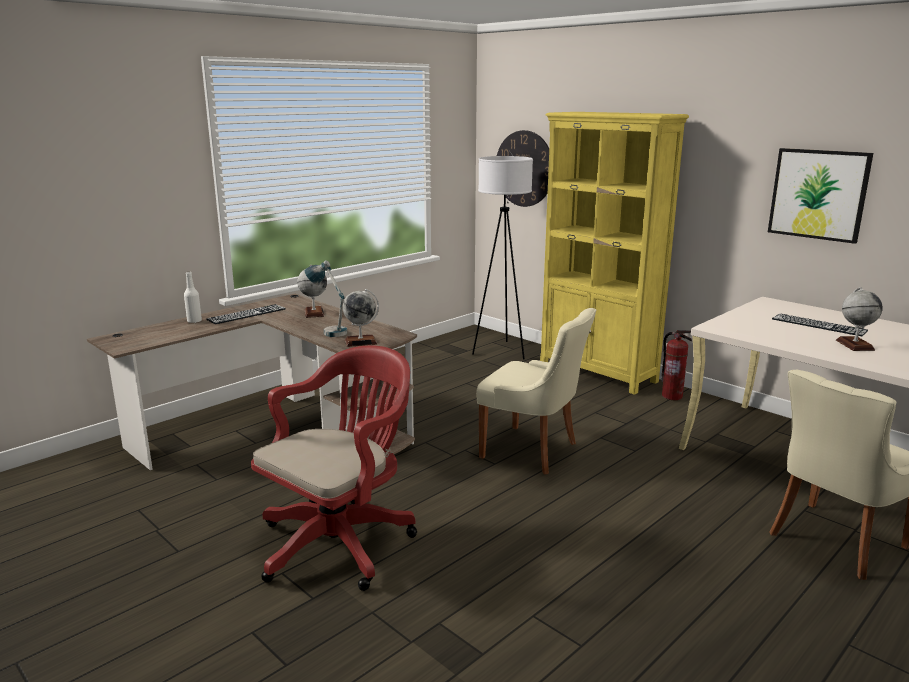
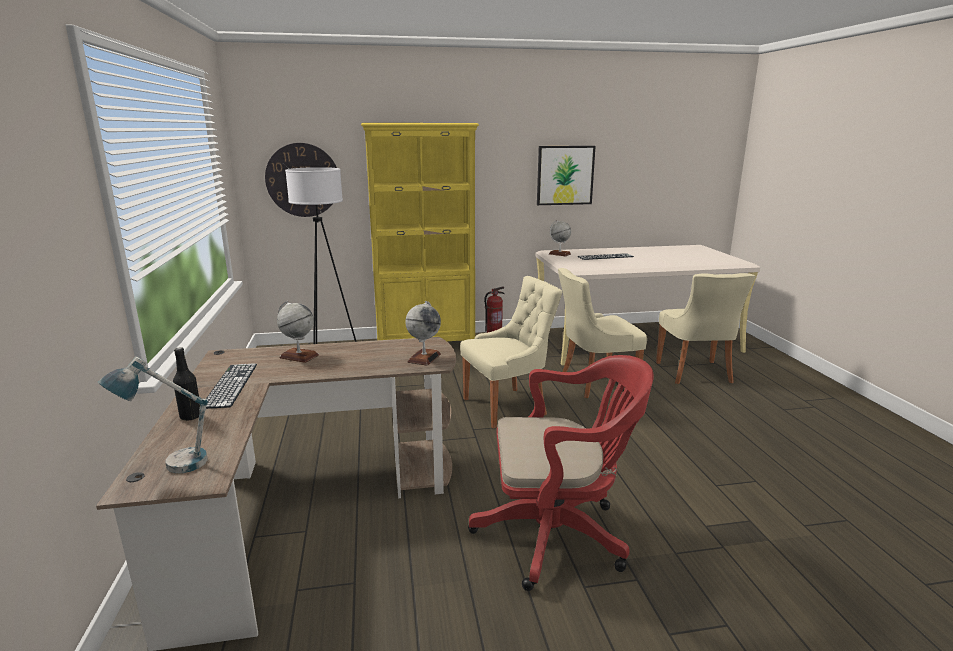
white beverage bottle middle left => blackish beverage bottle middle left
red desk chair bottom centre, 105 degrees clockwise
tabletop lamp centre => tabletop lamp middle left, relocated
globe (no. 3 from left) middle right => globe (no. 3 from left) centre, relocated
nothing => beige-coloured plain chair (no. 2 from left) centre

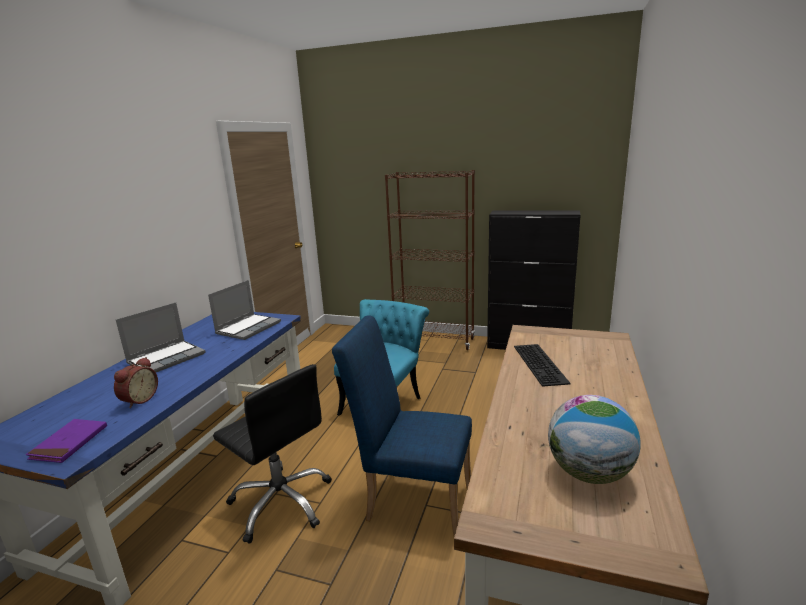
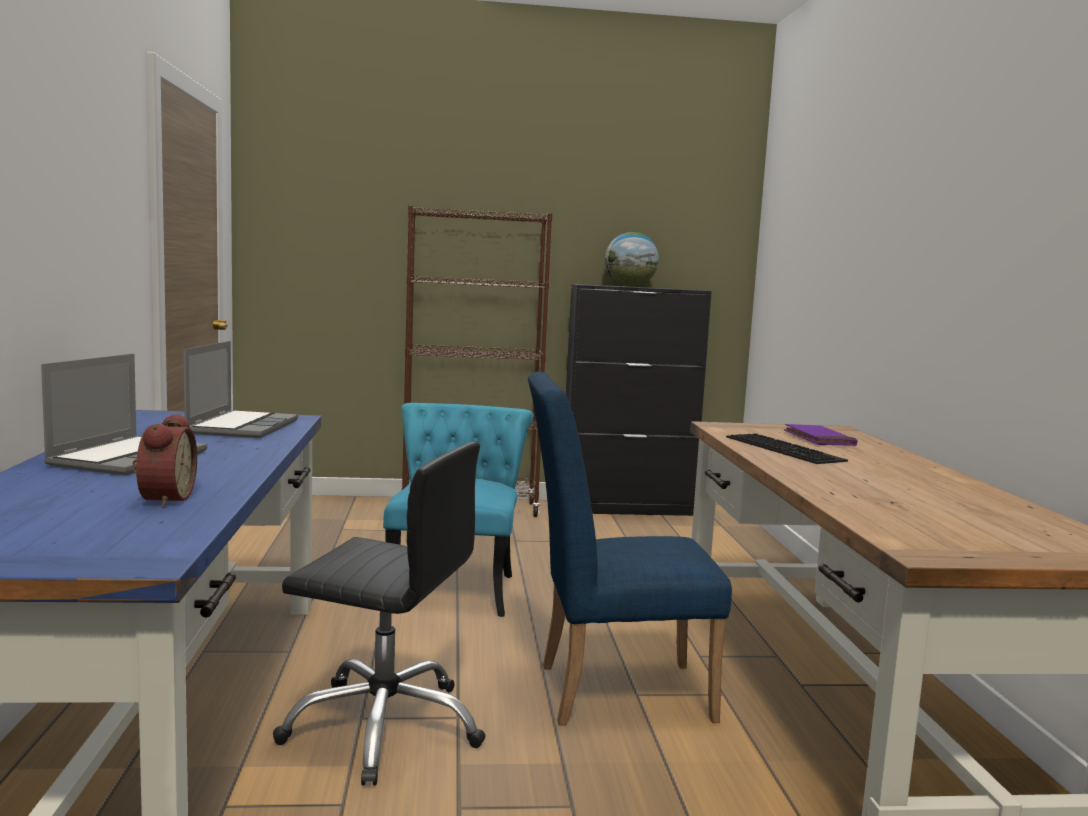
purple-coloured bound book bottom left => purple-coloured bound book middle right, relocated
globe bottom right => globe top centre, relocated

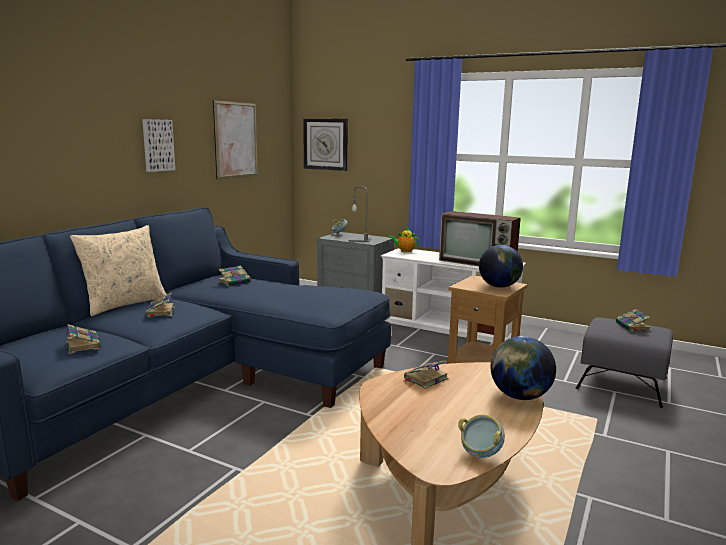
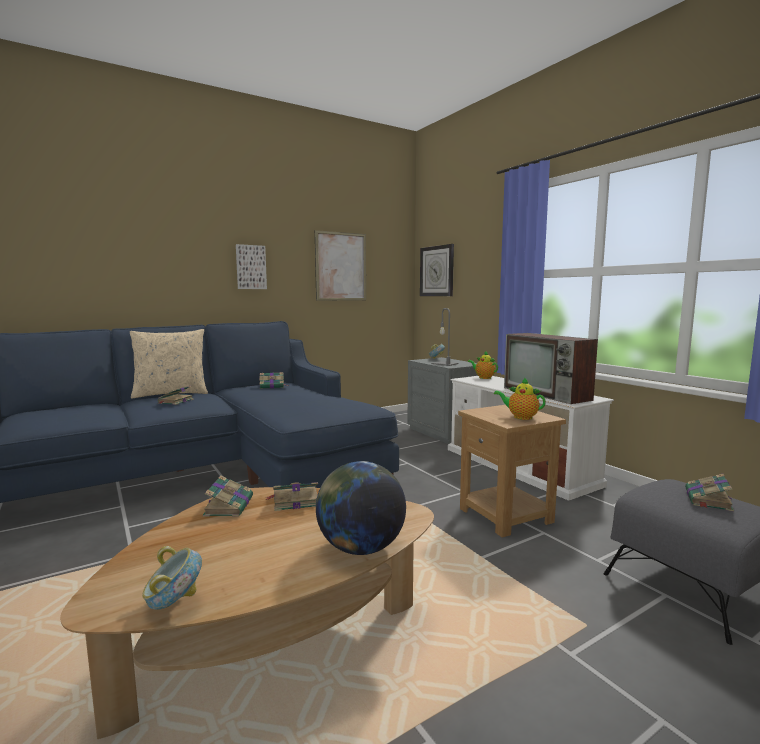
bound book (no. 1 from left in the first image) middle left => bound book (no. 2 from left) bottom left, relocated
globe (no. 1 from left) middle right => pot for tea (no. 2 from left) middle right

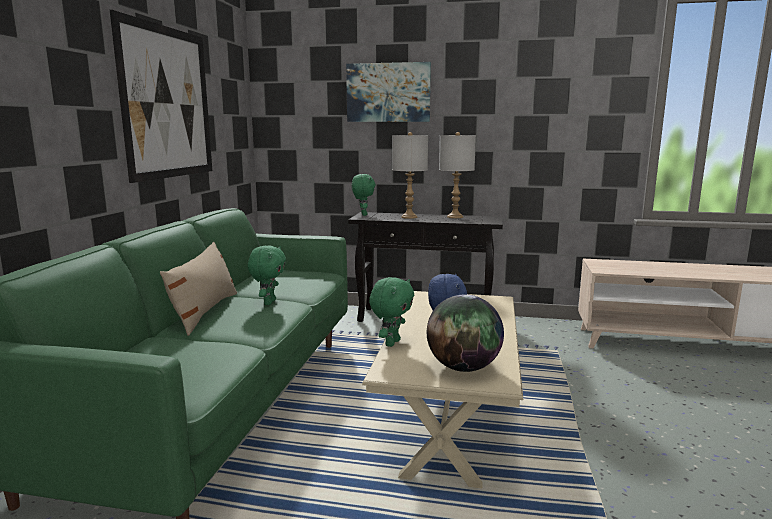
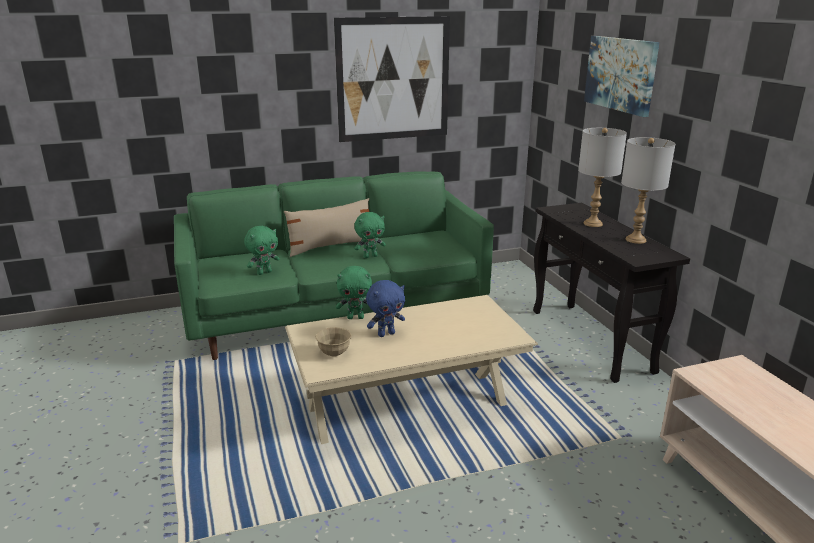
greenish soft toy (no. 2 from left in the first image) centre => greenish soft toy (no. 1 from left) middle left, relocated
globe centre => beige-coloured bowl centre

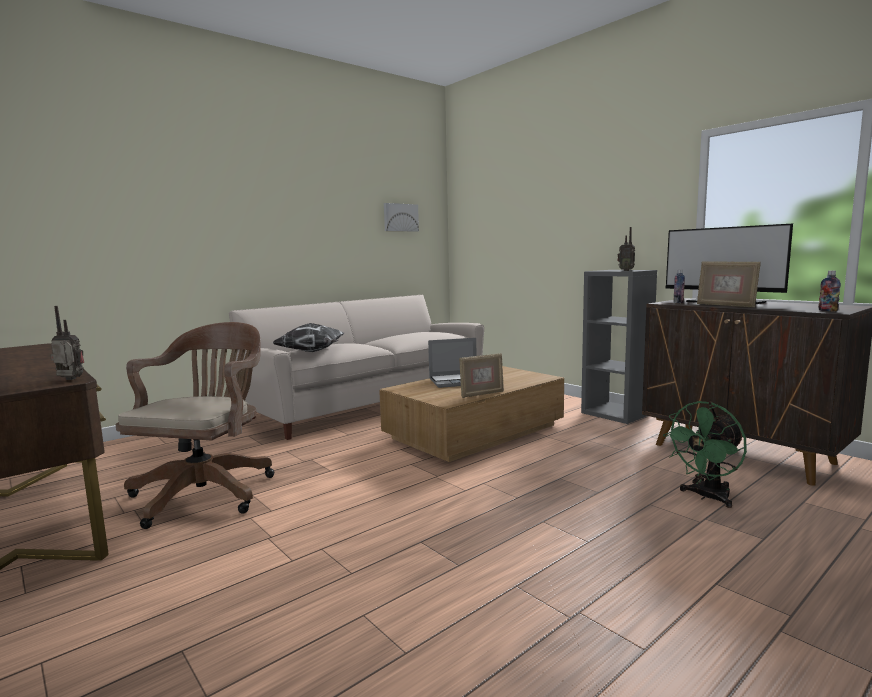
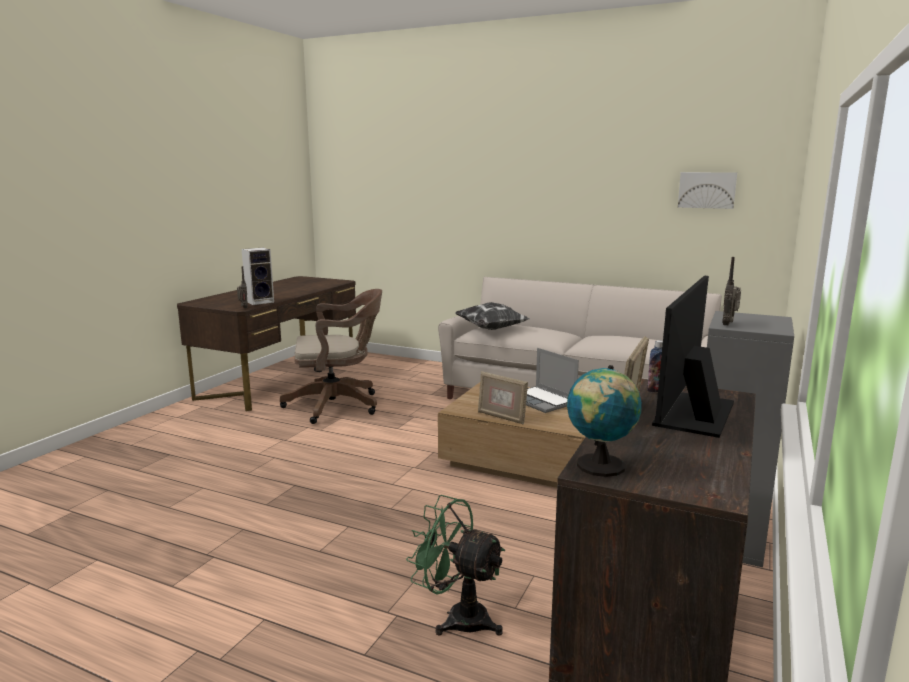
beverage bottle (no. 2 from left) middle right => globe centre
nothing => loudspeaker middle left

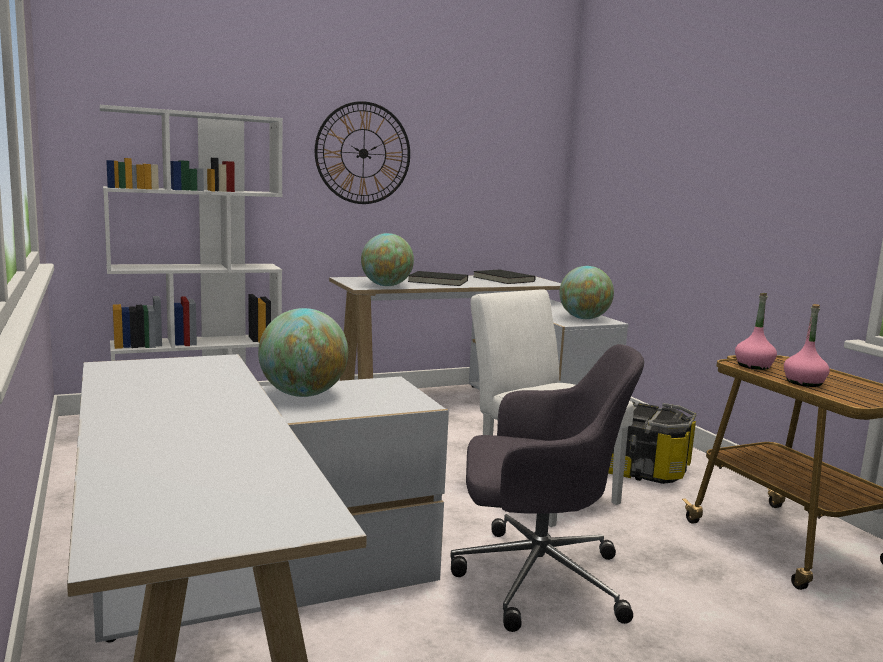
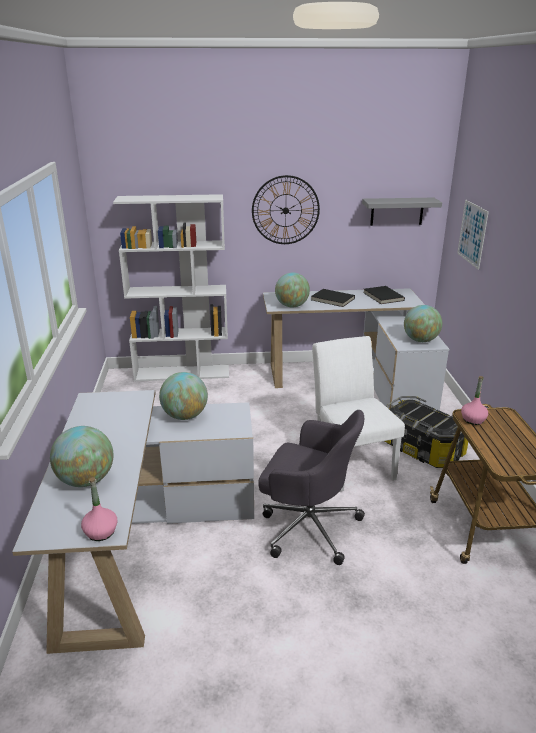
pink beverage bottle (no. 2 from left in the first image) middle right => pink beverage bottle (no. 1 from left) bottom left, relocated
nothing => globe (no. 1 from left) middle left
nothing => gray wall shelf top right
nothing => picture top right

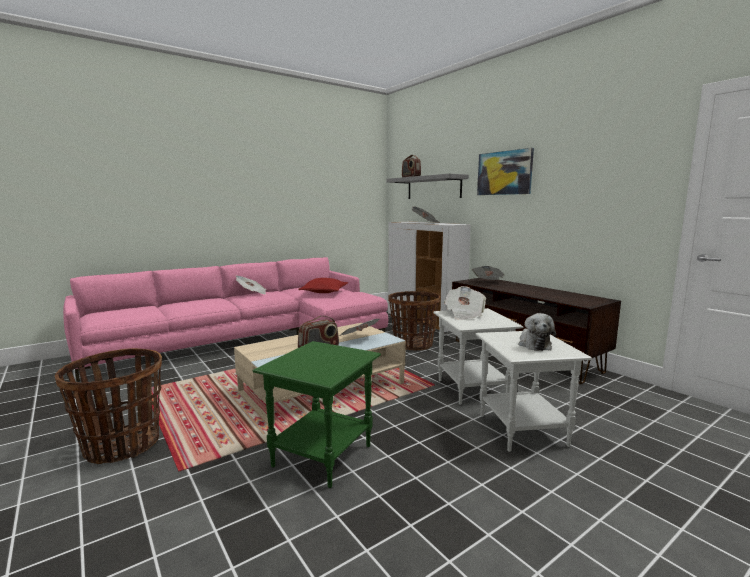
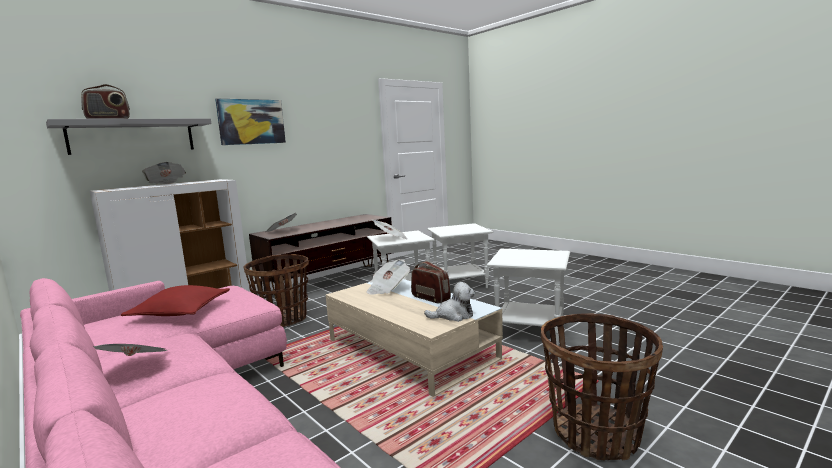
greenish accent table bottom centre => white accent table (no. 3 from left) centre
soft toy middle right => soft toy centre, relocated

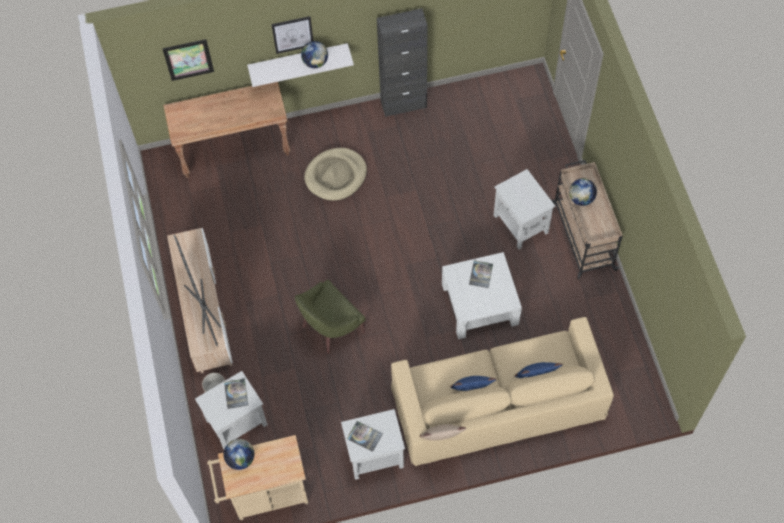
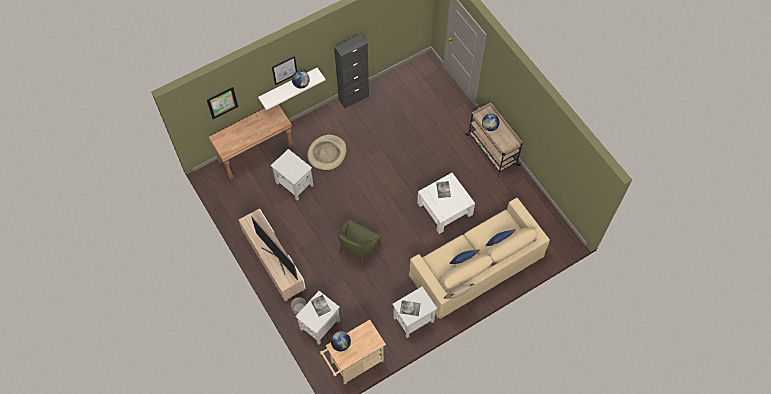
white accent table (no. 3 from left in the first image) middle right => white accent table (no. 1 from left) centre, relocated

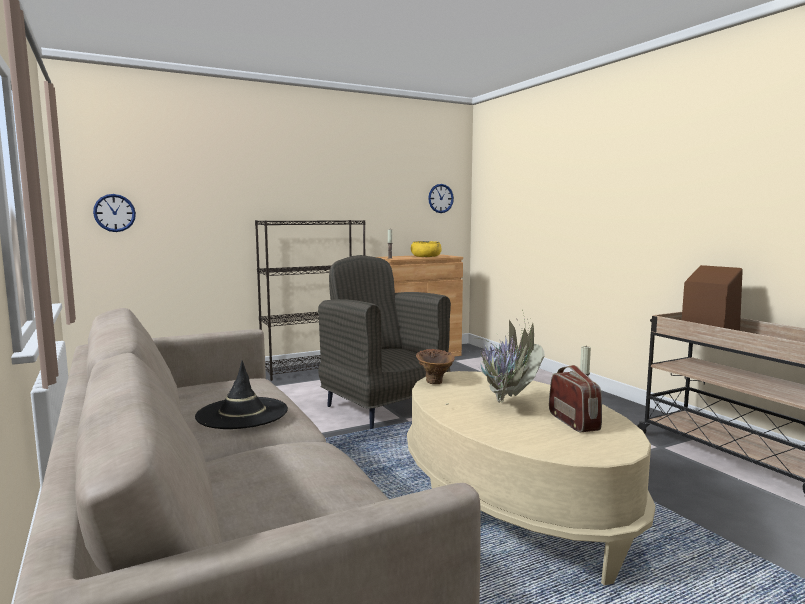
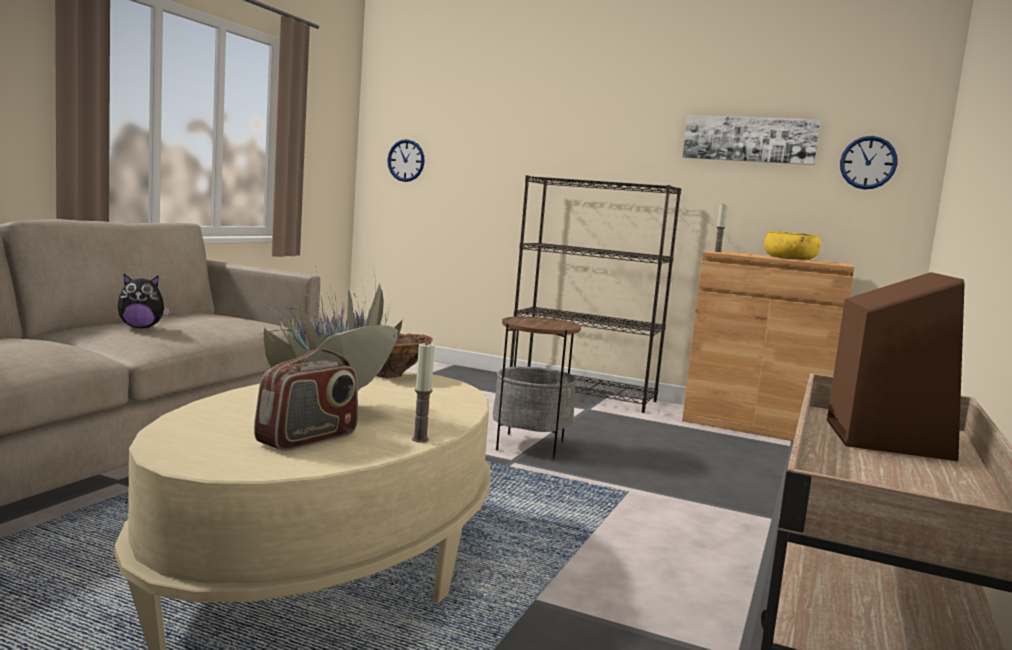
blackish hat middle left => soft toy middle left
gray easy chair centre => accent table centre
nothing => picture top right

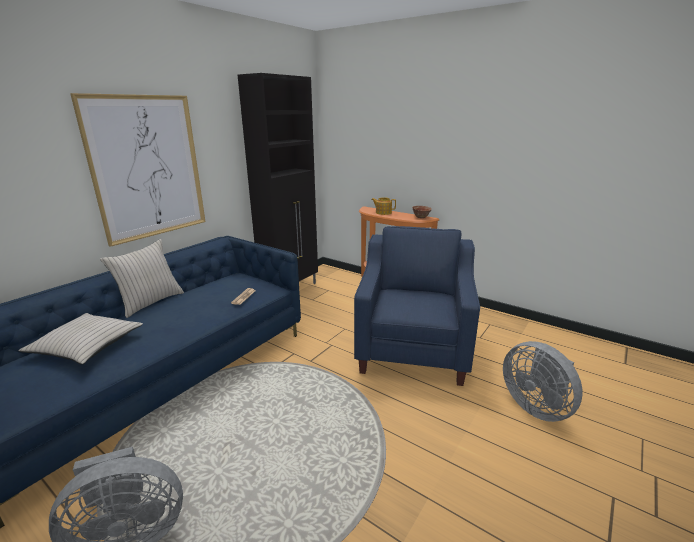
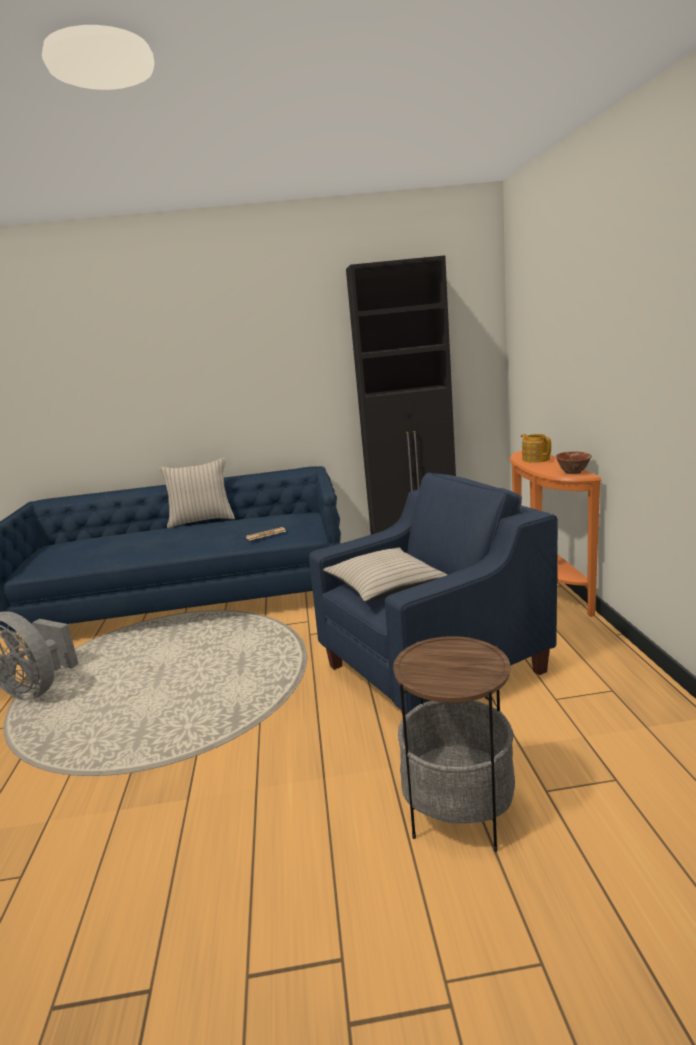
beige-coloured pillow (no. 1 from left in the first image) middle left => beige-coloured pillow (no. 2 from left) centre, relocated
picture top left => nothing
gray electric fan (no. 2 from left) bottom right => accent table bottom centre

